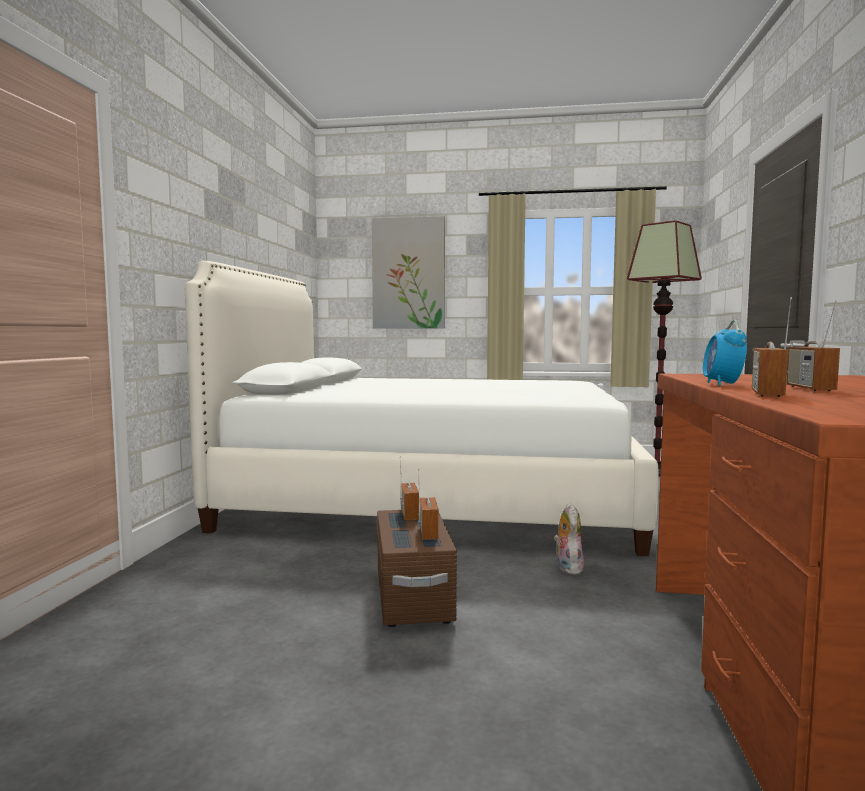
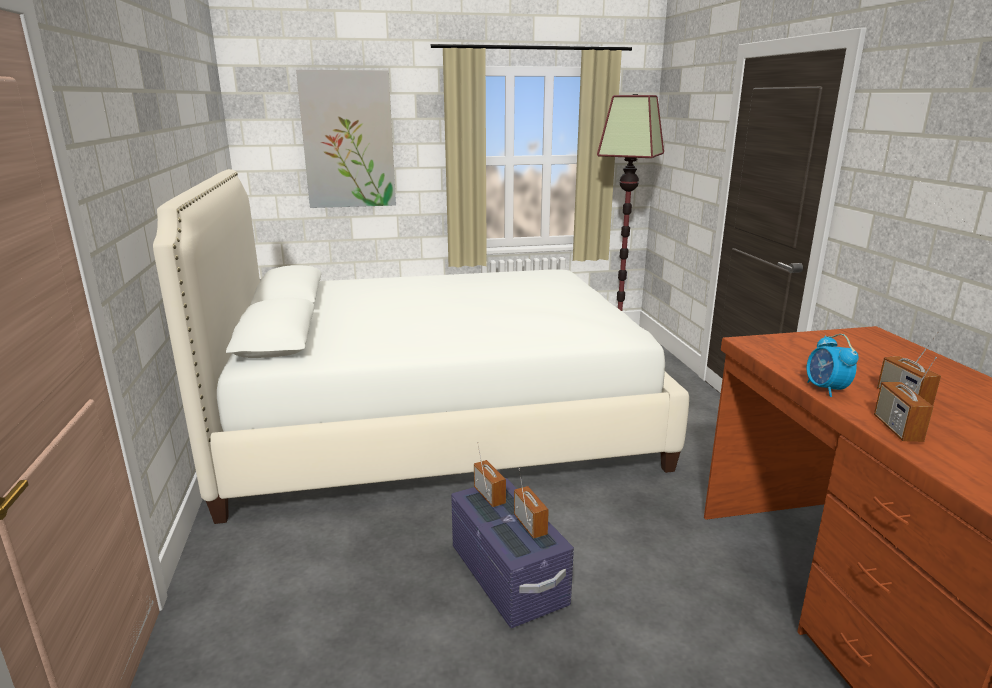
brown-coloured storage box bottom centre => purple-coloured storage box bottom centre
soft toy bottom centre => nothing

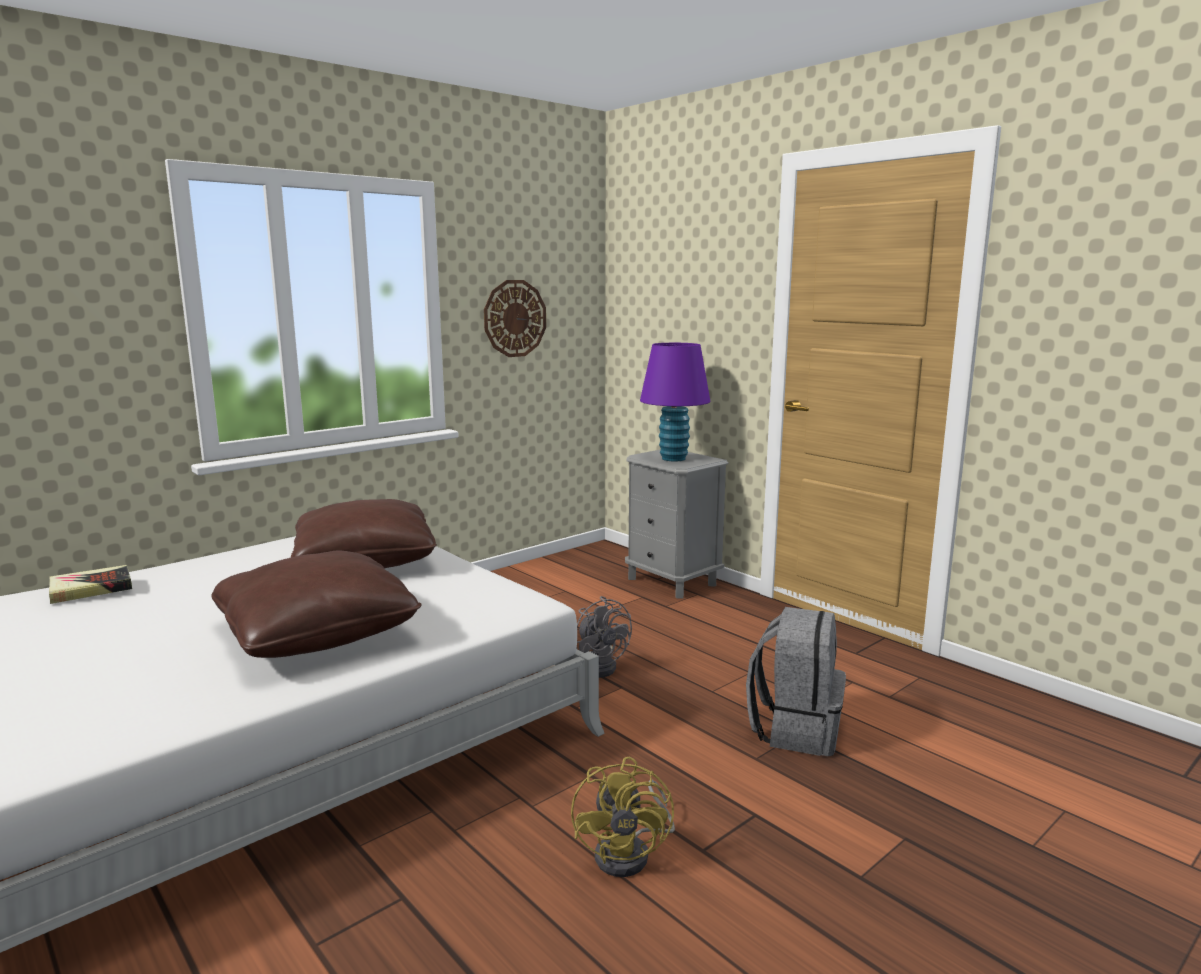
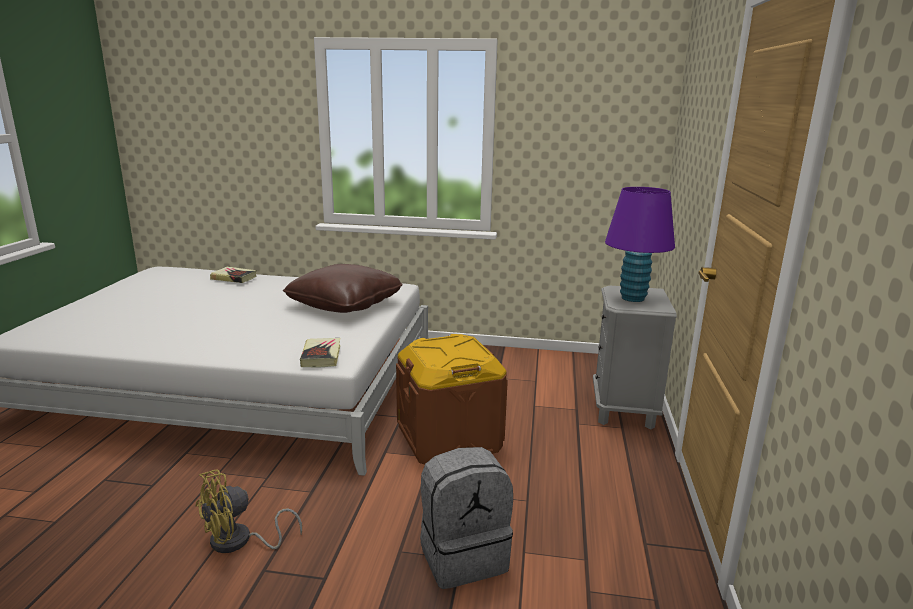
brown-coloured pillow (no. 1 from left) middle left => nothing
hanging clock top centre => nothing
gray electric fan centre => brown-coloured storage box centre
nothing => bound book (no. 2 from left) centre

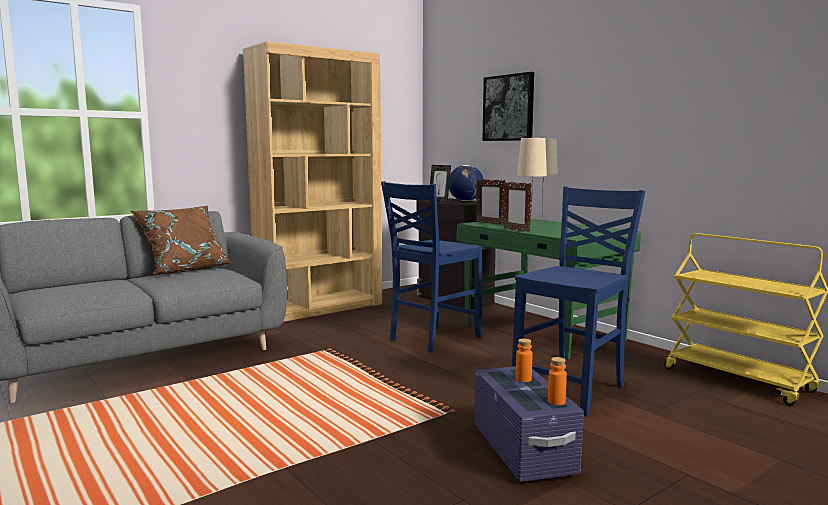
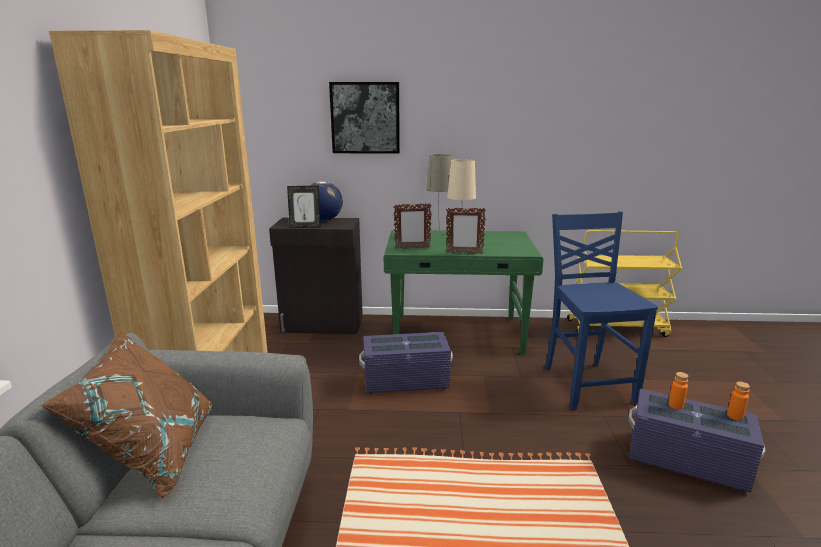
blue-coloured plain chair (no. 1 from left) centre => purple-coloured storage box (no. 1 from left) centre

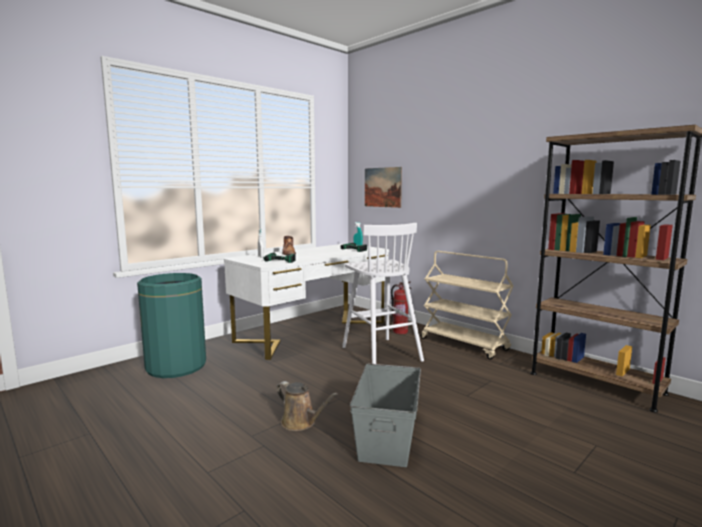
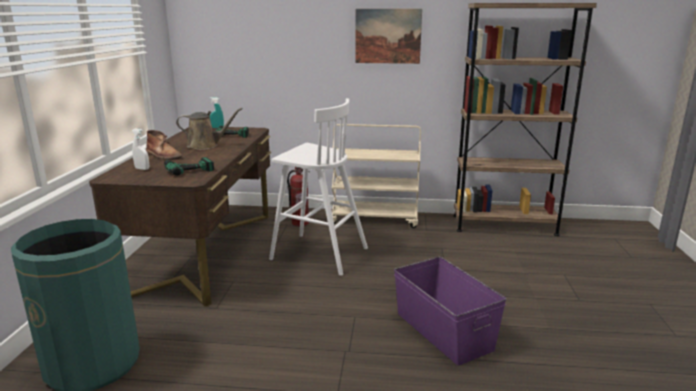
white desk table centre => brown-coloured desk table middle left
brown-coloured sprinkling can bottom centre => brown-coloured sprinkling can top left, relocated
gray storage box bottom centre => purple-coloured storage box bottom centre
picture centre => picture top centre, relocated

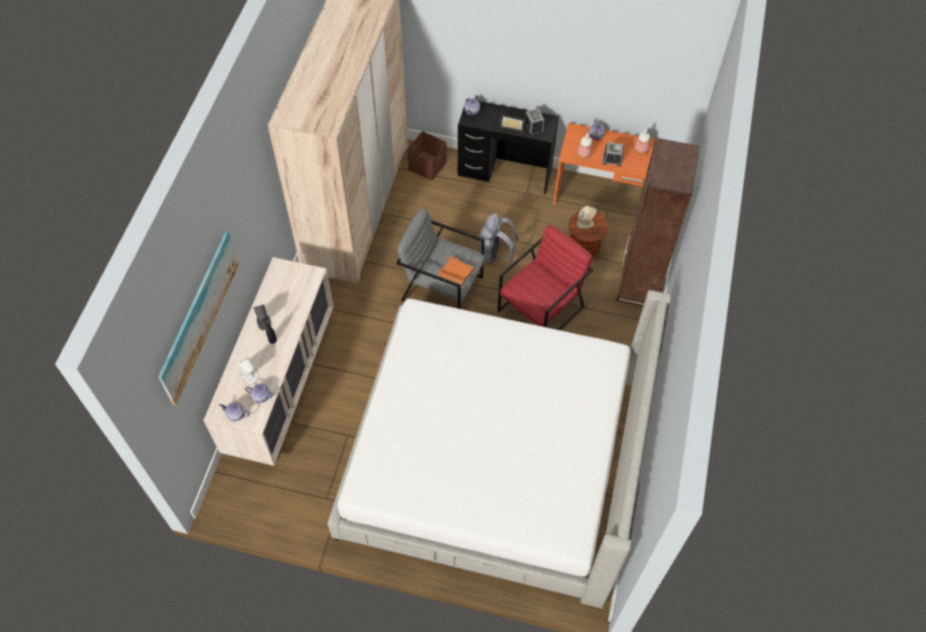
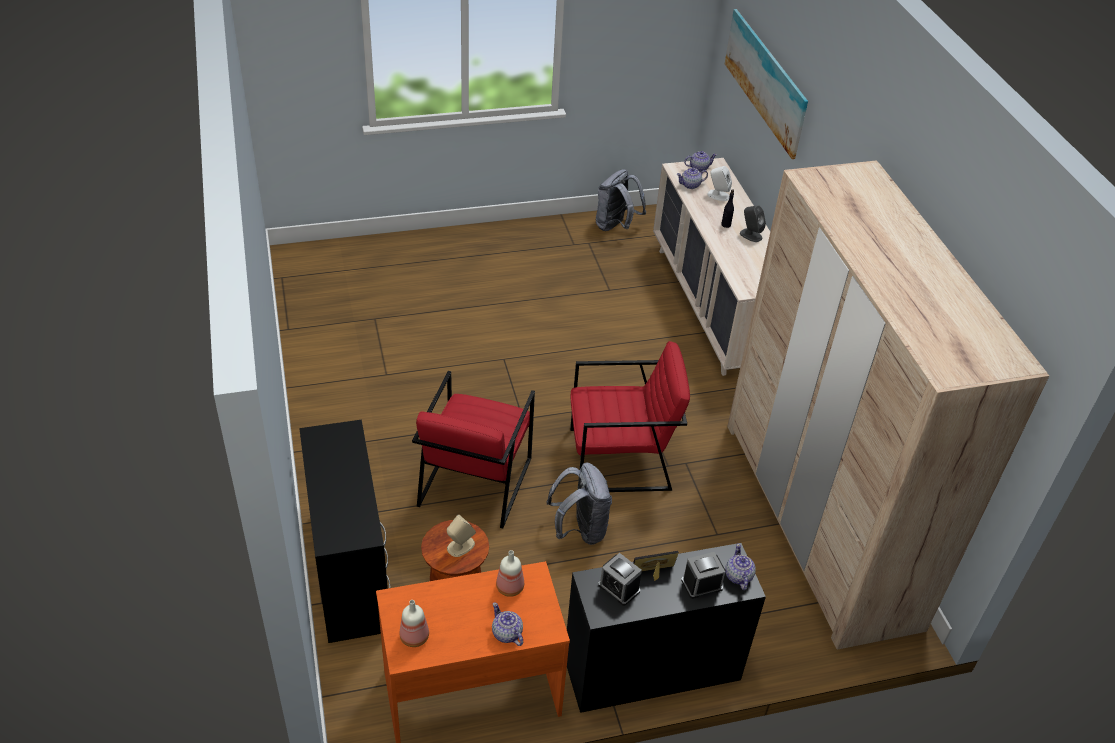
bedroom bed bottom centre => nothing
gray easy chair centre => red easy chair (no. 2 from left) centre
brown-coloured storage box top centre => nothing
orangey bound book centre => nothing
alarm clock (no. 2 from left) top centre => alarm clock (no. 2 from left) bottom centre, relocated
brown-coloured shelving unit middle right => blackish desk table (no. 1 from left) bottom left
nothing => gray knapsack (no. 2 from left) top centre

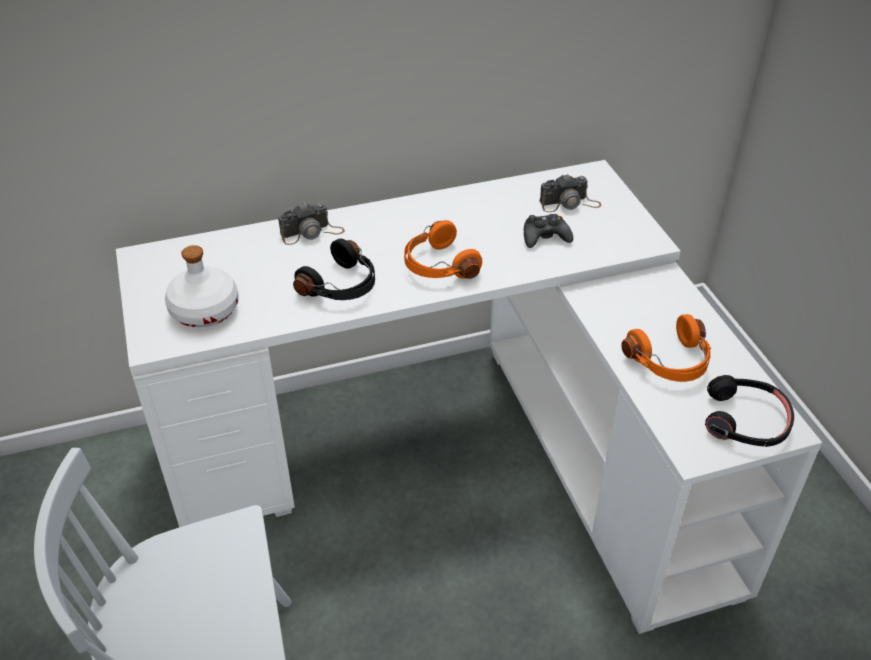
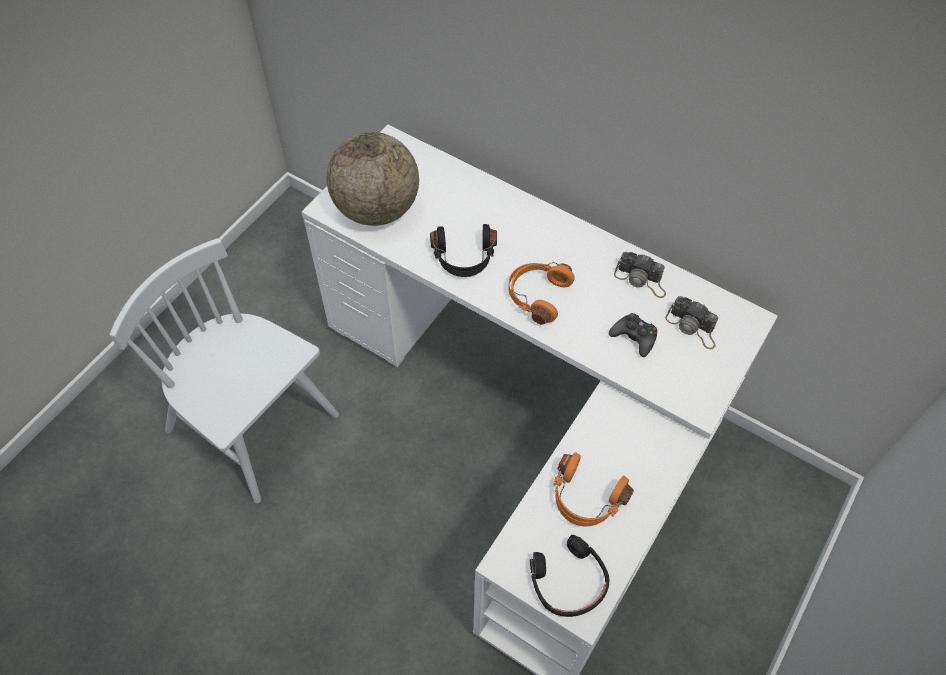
white beverage bottle middle left => globe top centre
photo camera (no. 1 from left) centre => photo camera (no. 1 from left) middle right, relocated

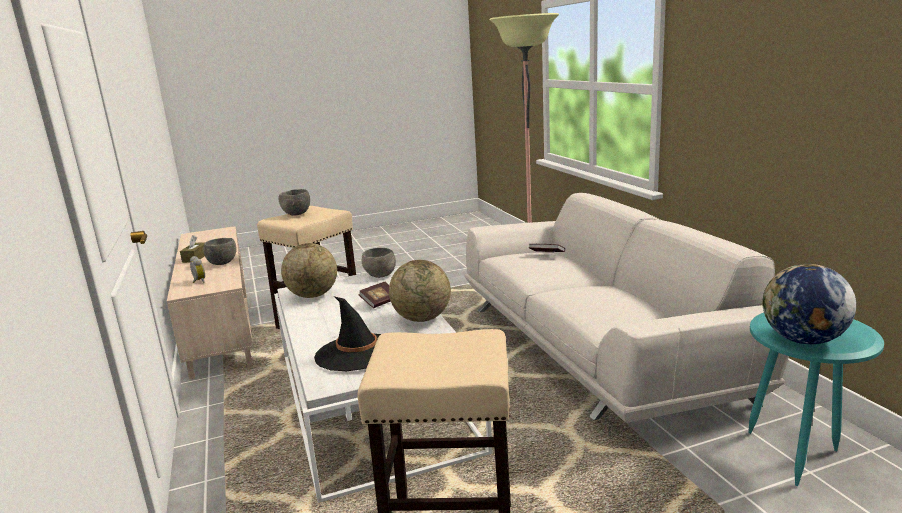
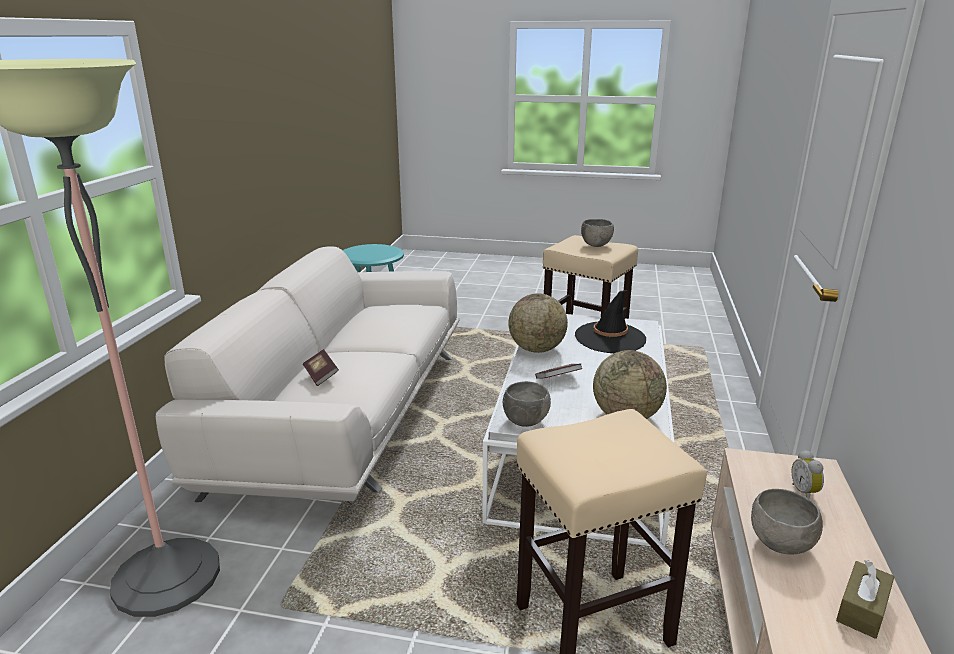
gray bowl (no. 2 from left) middle left => gray bowl (no. 2 from left) centre, relocated
globe (no. 3 from left) middle right => nothing

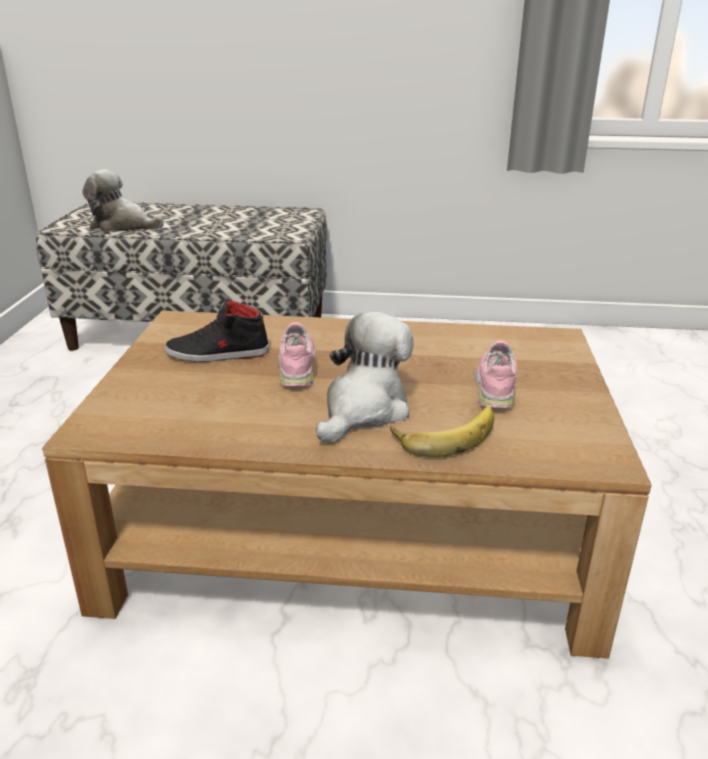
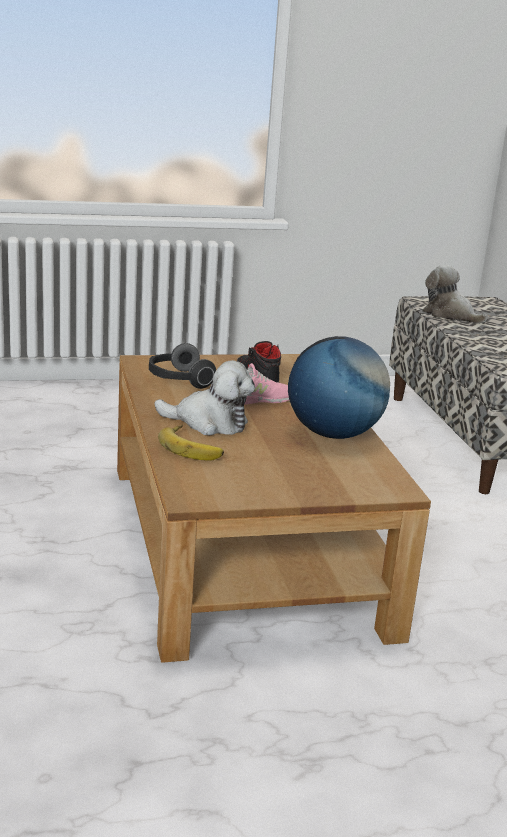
soft toy (no. 1 from left in the first image) top left => soft toy (no. 2 from left) middle right, 45 degrees counterclockwise
pink shoe (no. 2 from left) middle right => nothing
nothing => headphones centre
nothing => globe middle right

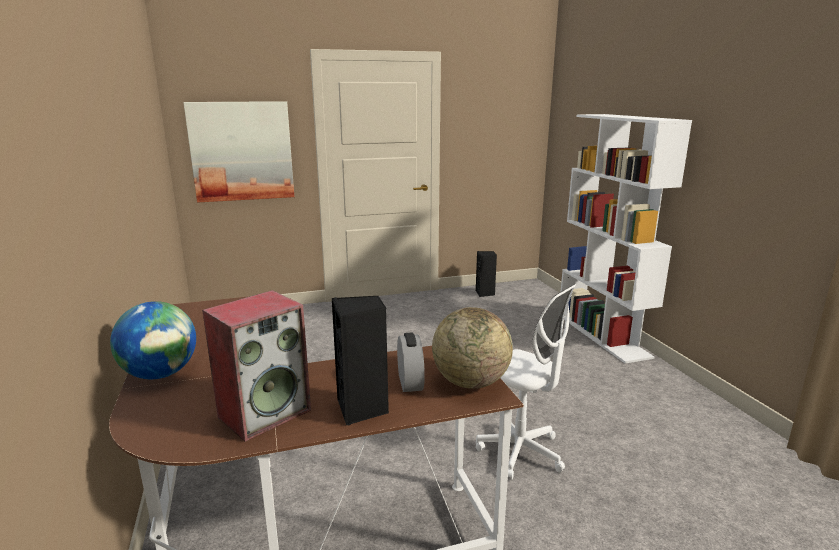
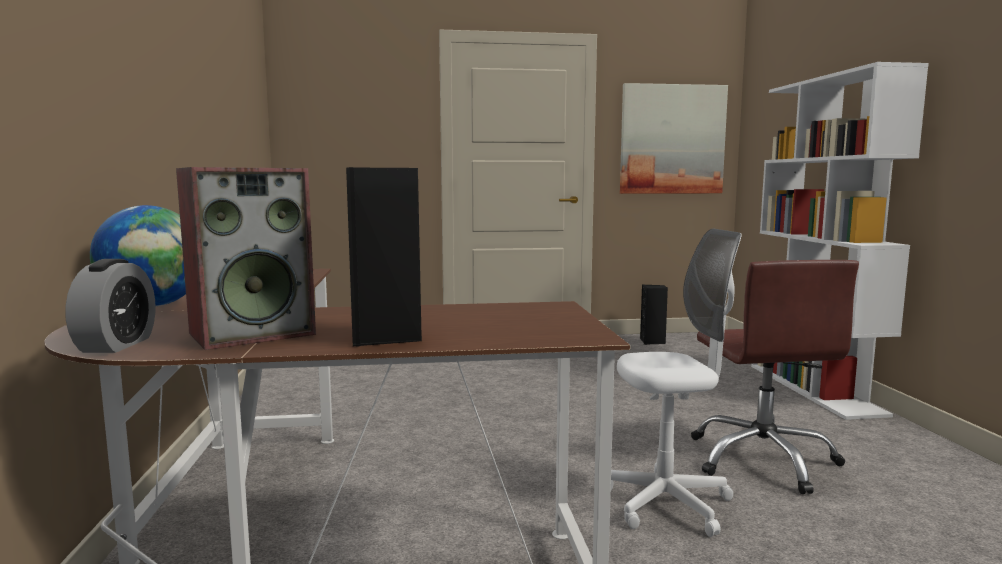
picture top left => picture top right, relocated
alarm clock centre => alarm clock middle left, relocated
globe (no. 2 from left) centre => nothing
white desk chair bottom centre => white desk chair bottom right, 60 degrees counterclockwise
nothing => brown-coloured desk chair bottom right

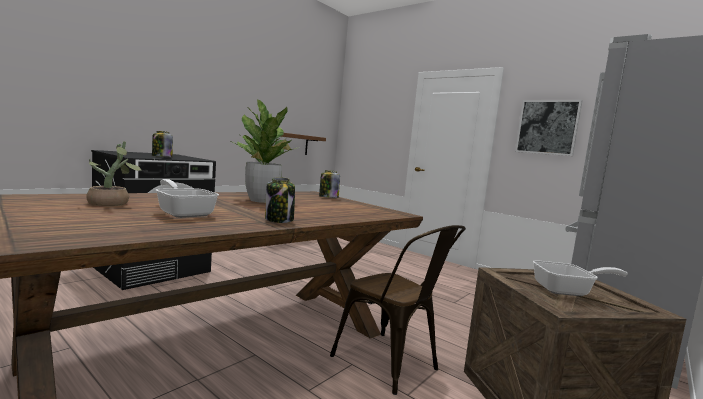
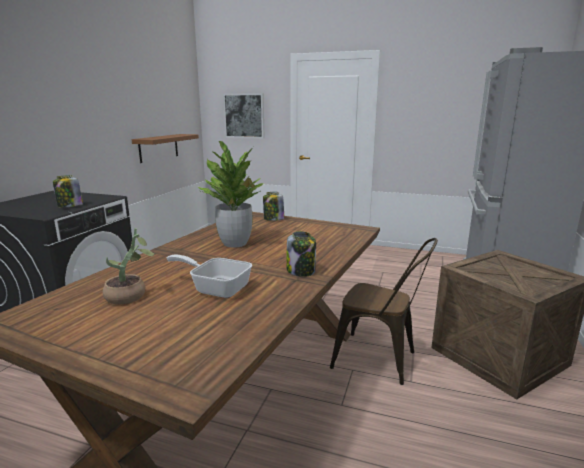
picture top right => picture top centre, relocated
skillet (no. 2 from left) bottom right => nothing

